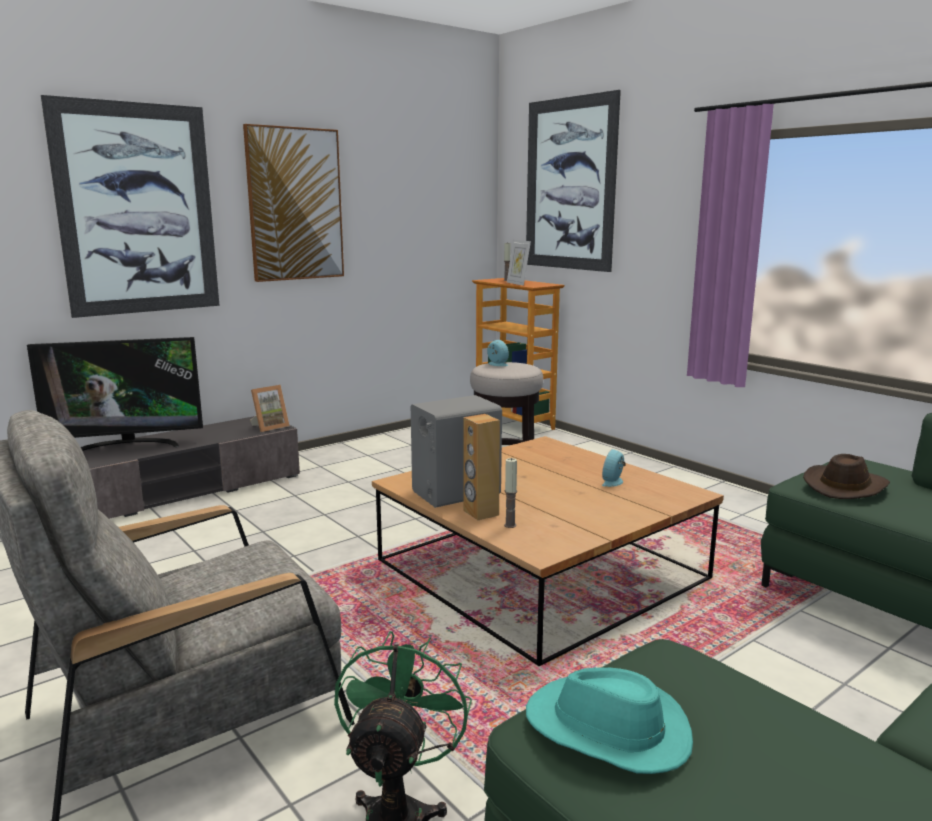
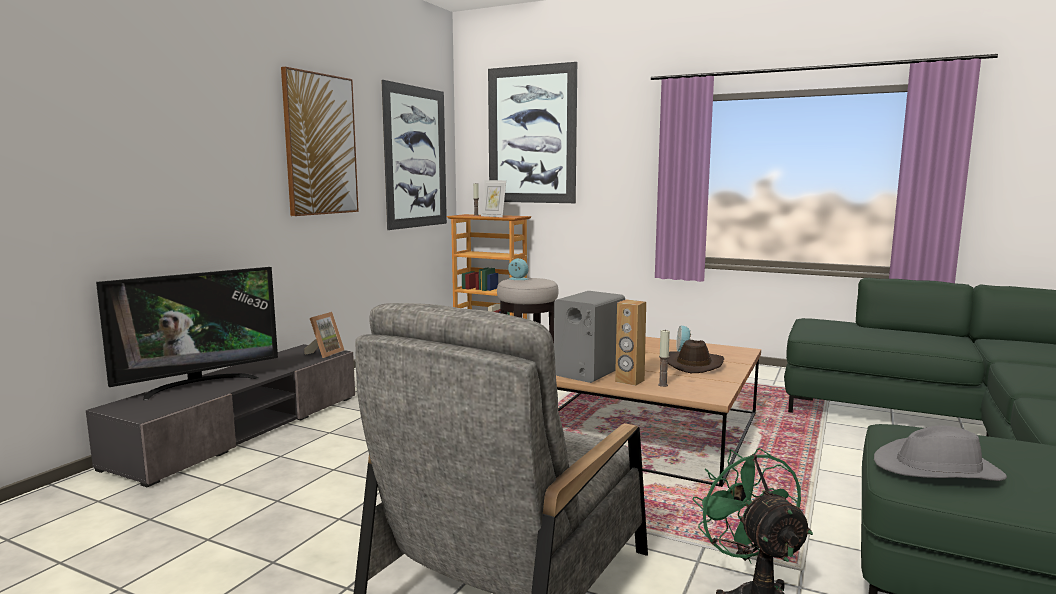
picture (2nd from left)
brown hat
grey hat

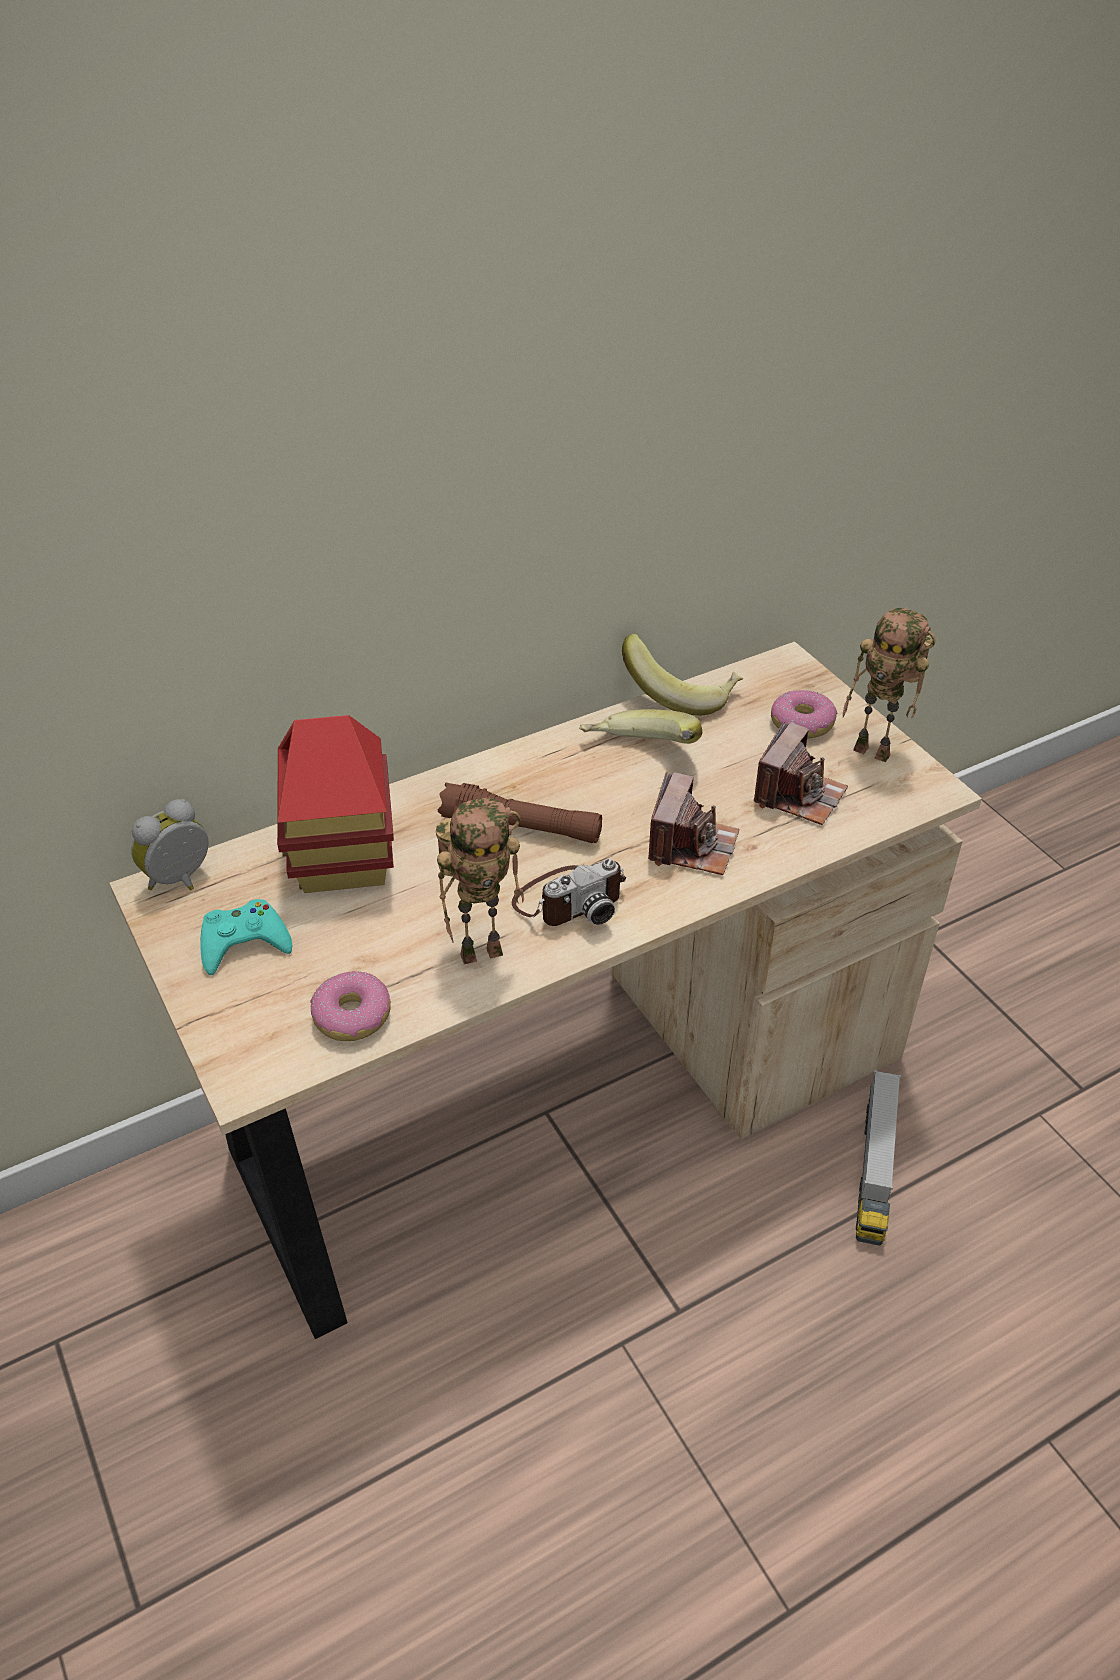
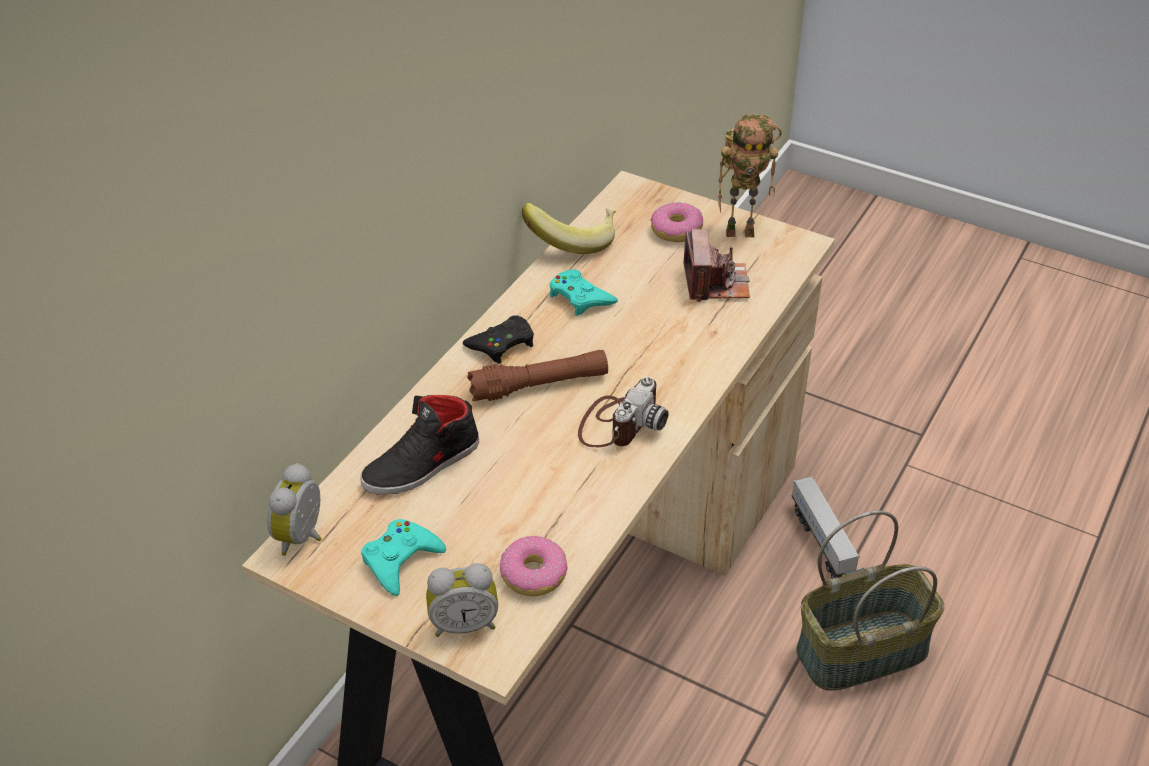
black shoe
alarm clock (2nd from left)
black game controller
turquoise game controller (2nd from left)
basket
toy robot (1st from left in the first image)
photo camera (2nd from left in the first image)

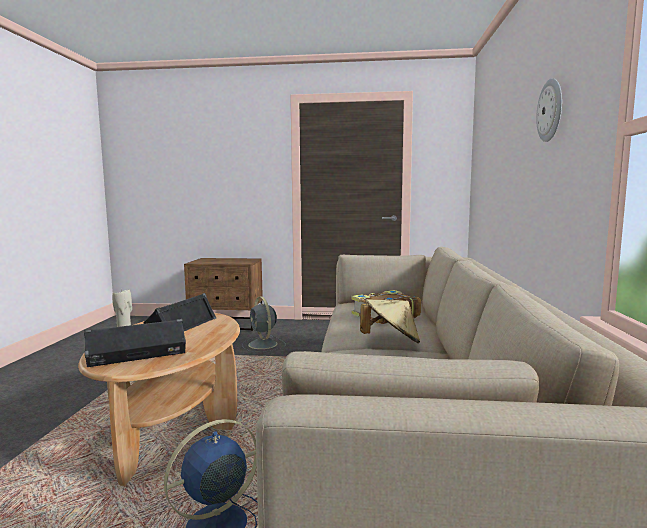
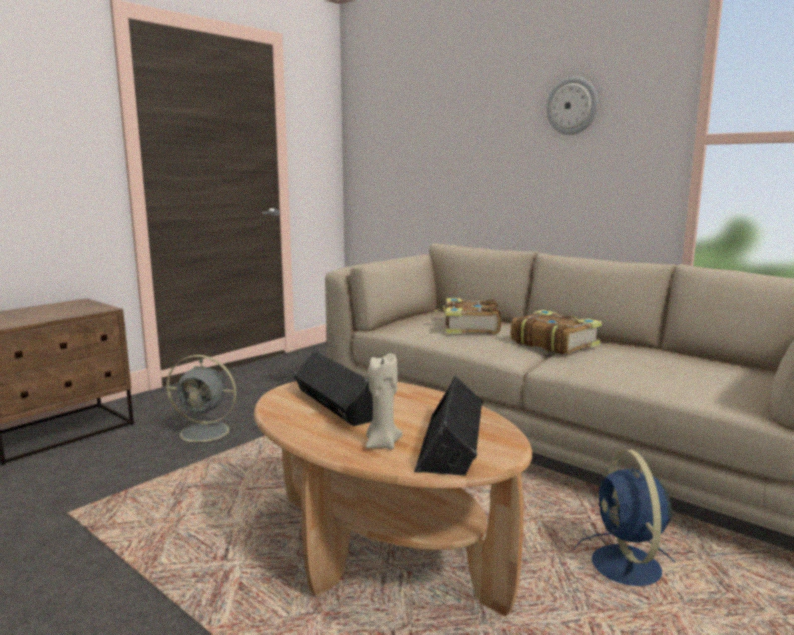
book (2nd from left)

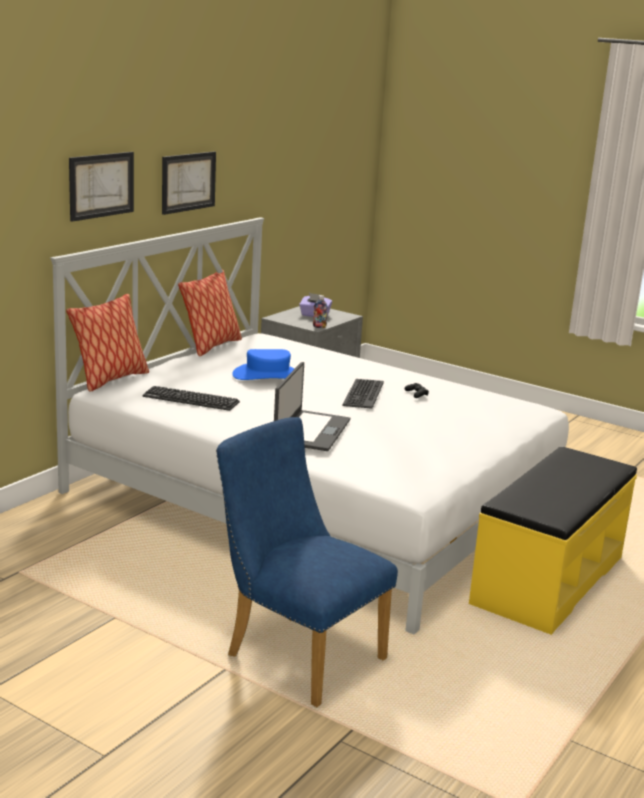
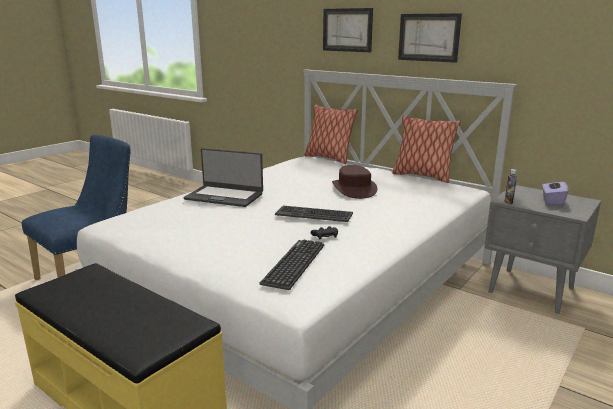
keyboard (1st from left)
brown hat

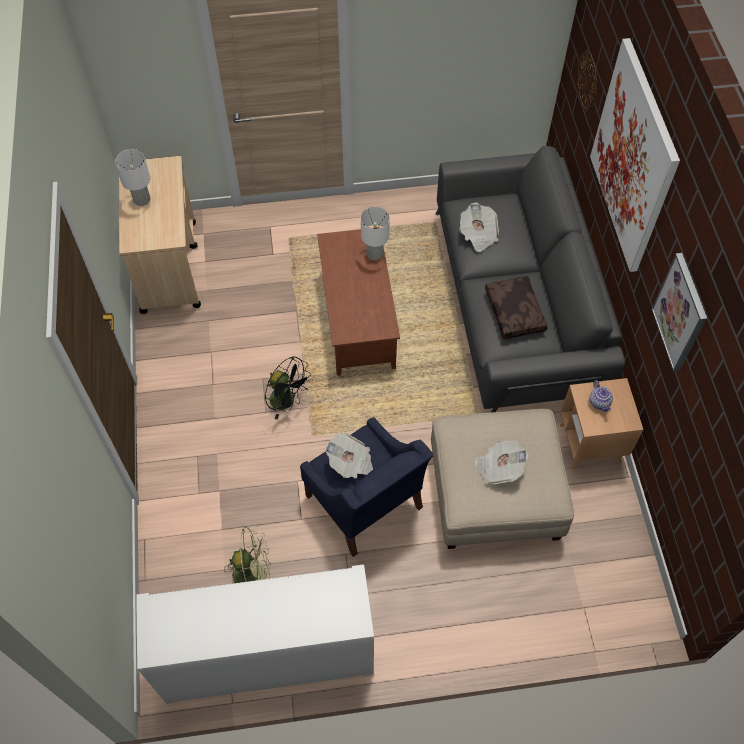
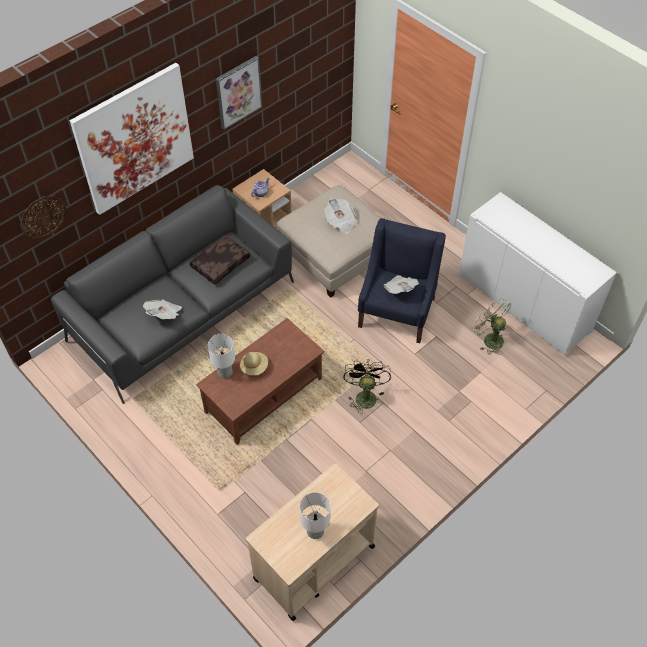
beige hat

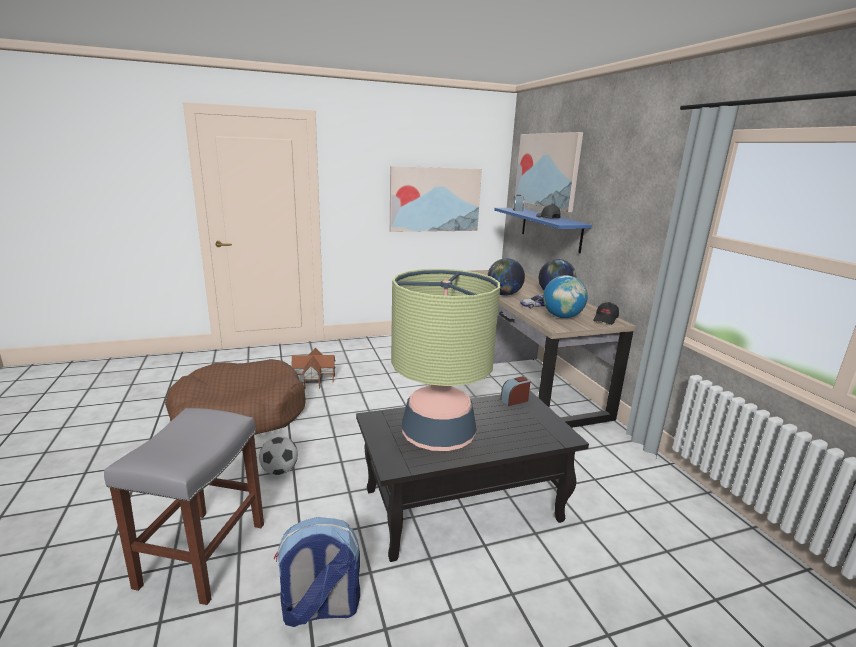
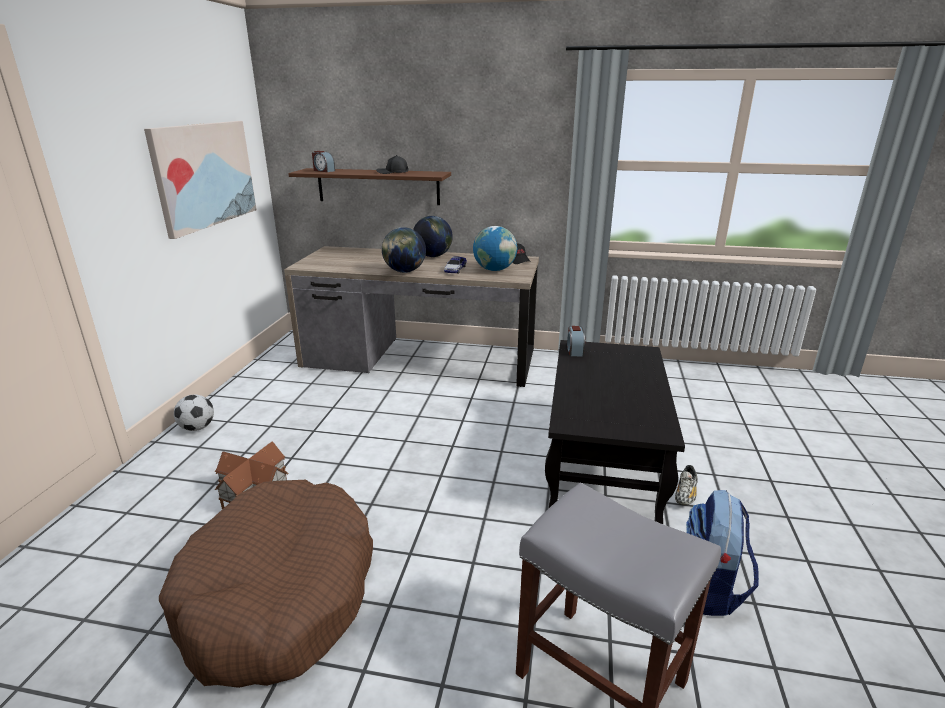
football
brown shelf
shoe
table lamp
picture (2nd from left in the first image)

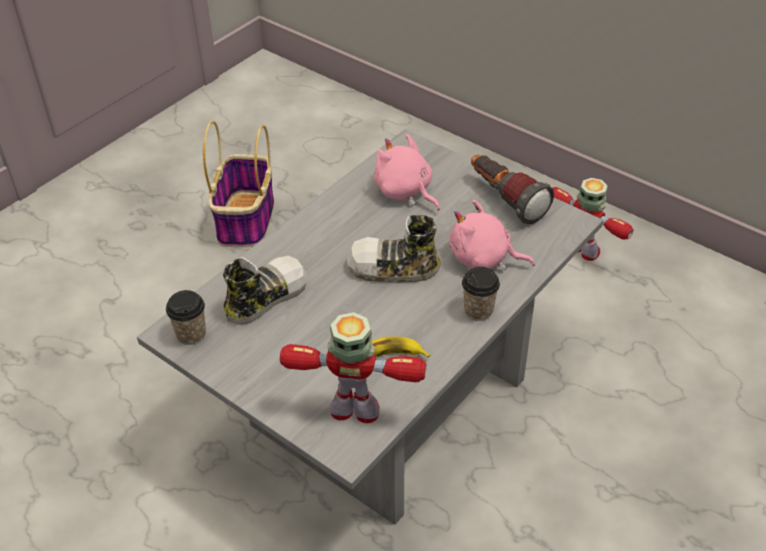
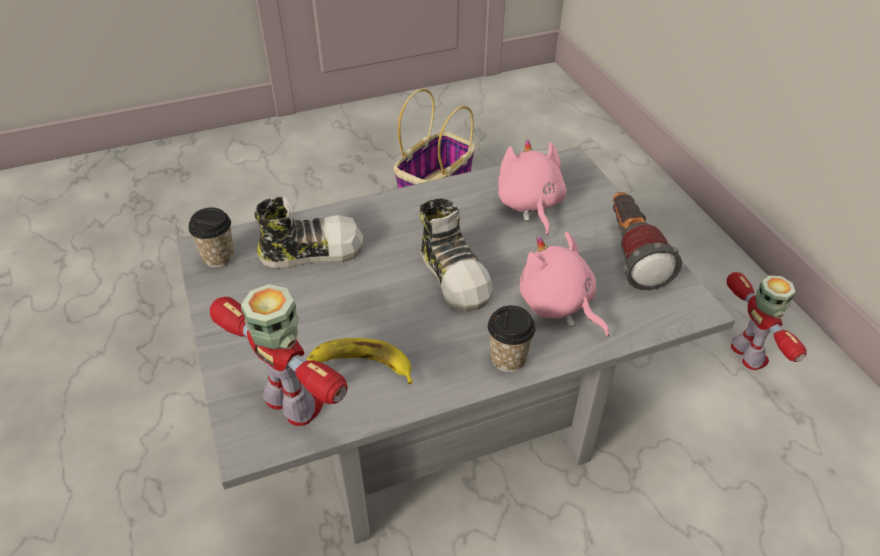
shoe (2nd from left)

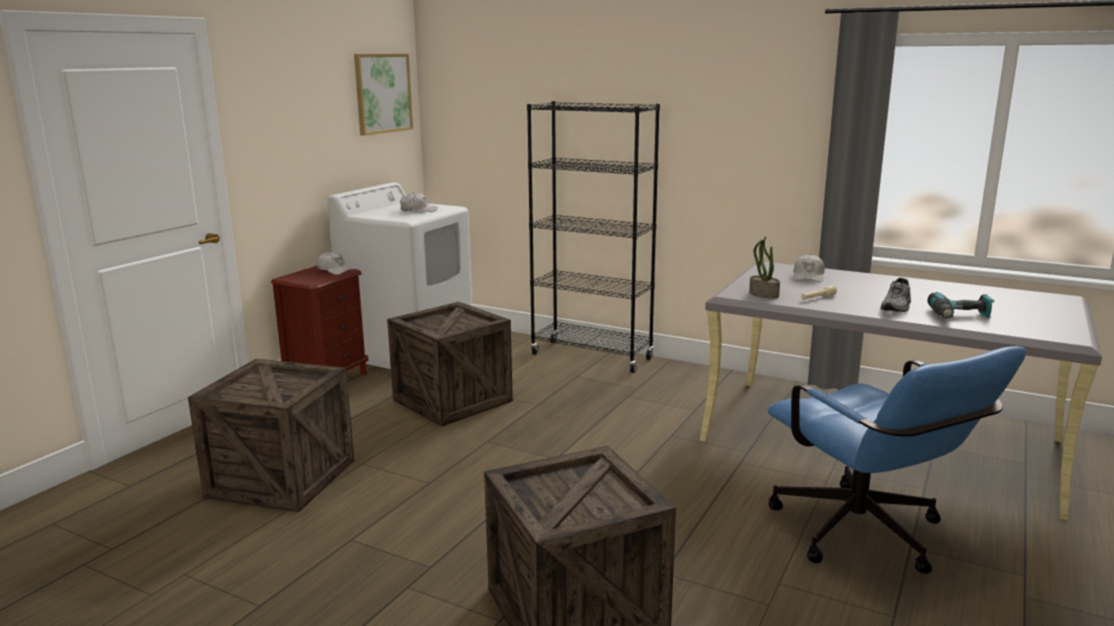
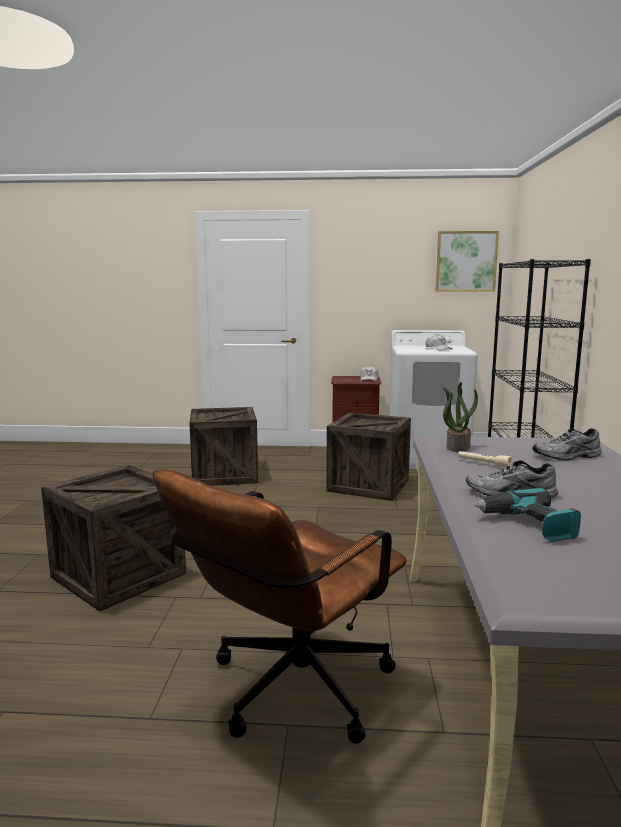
brown office chair
grey shoe (2nd from left)

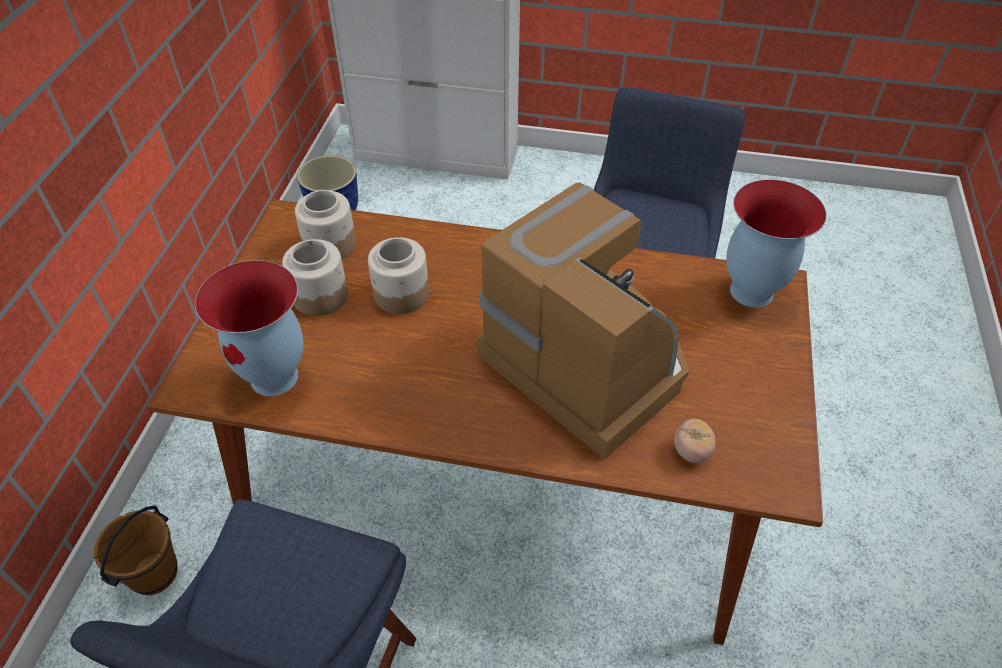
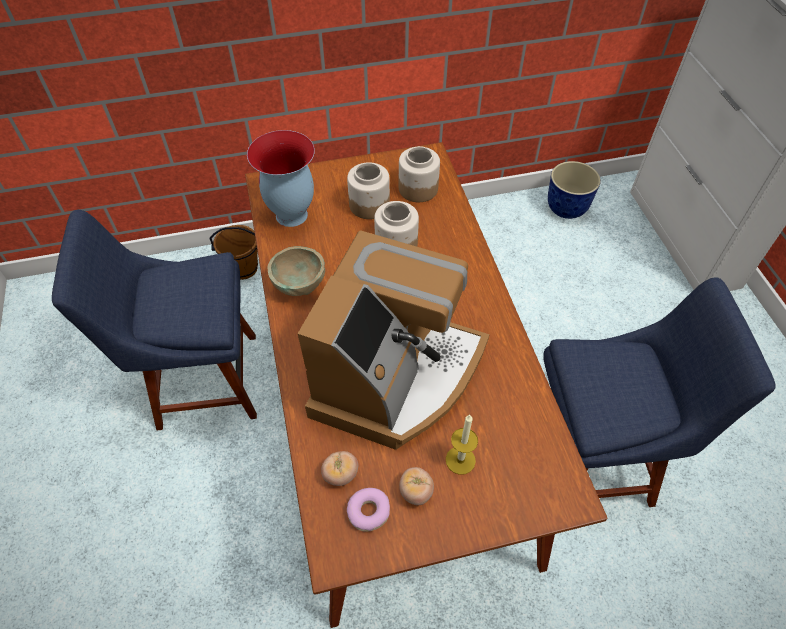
beige bowl
donut
tomato (2nd from left)
candle
vase (2nd from left in the first image)

